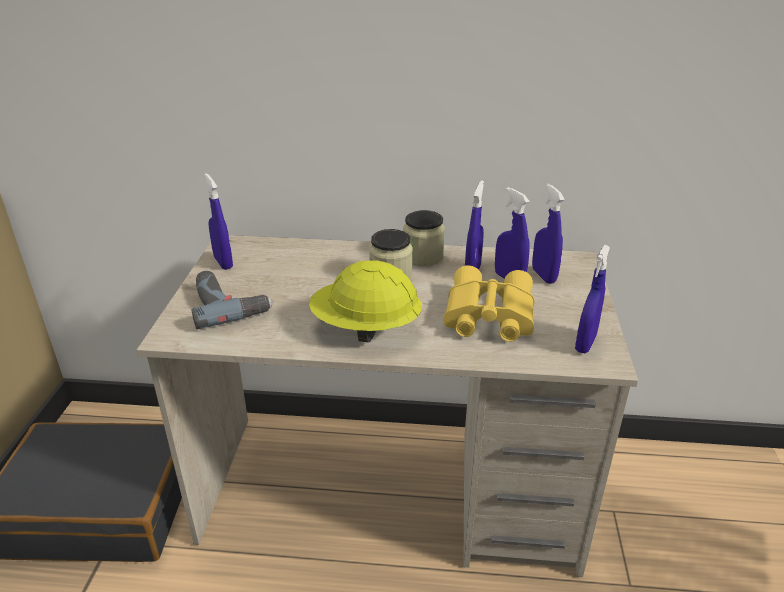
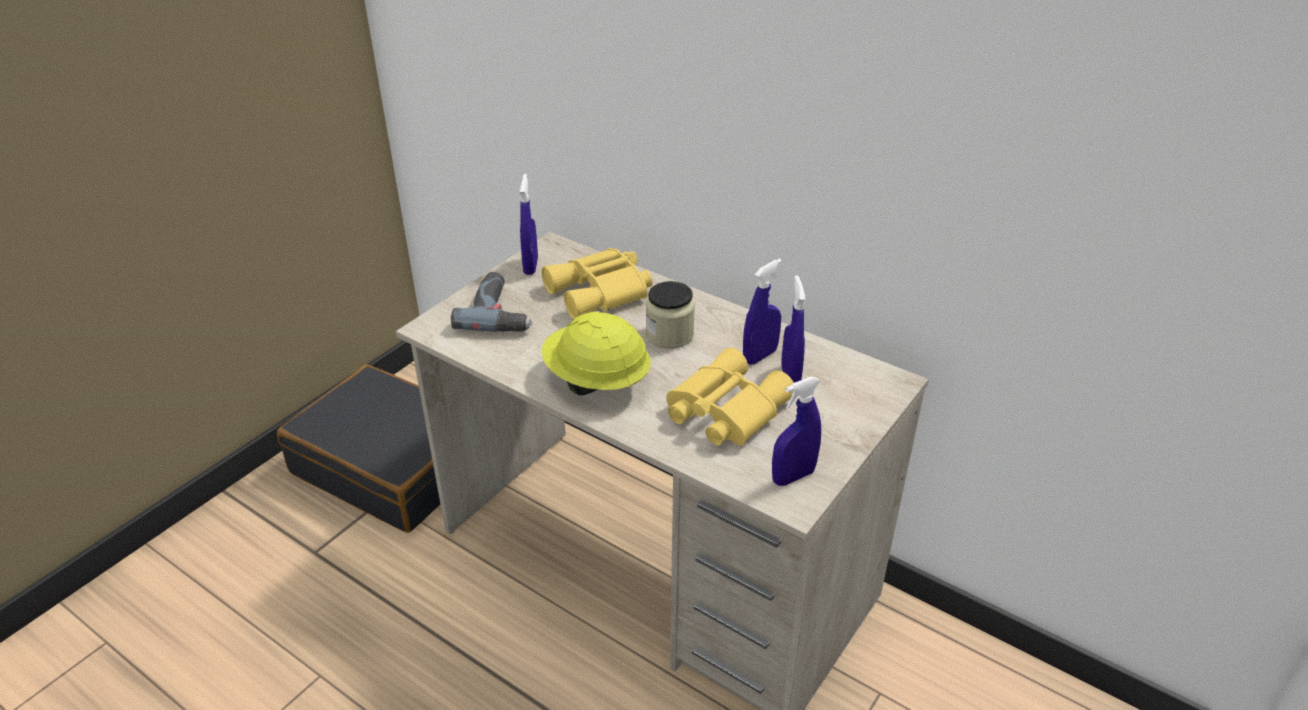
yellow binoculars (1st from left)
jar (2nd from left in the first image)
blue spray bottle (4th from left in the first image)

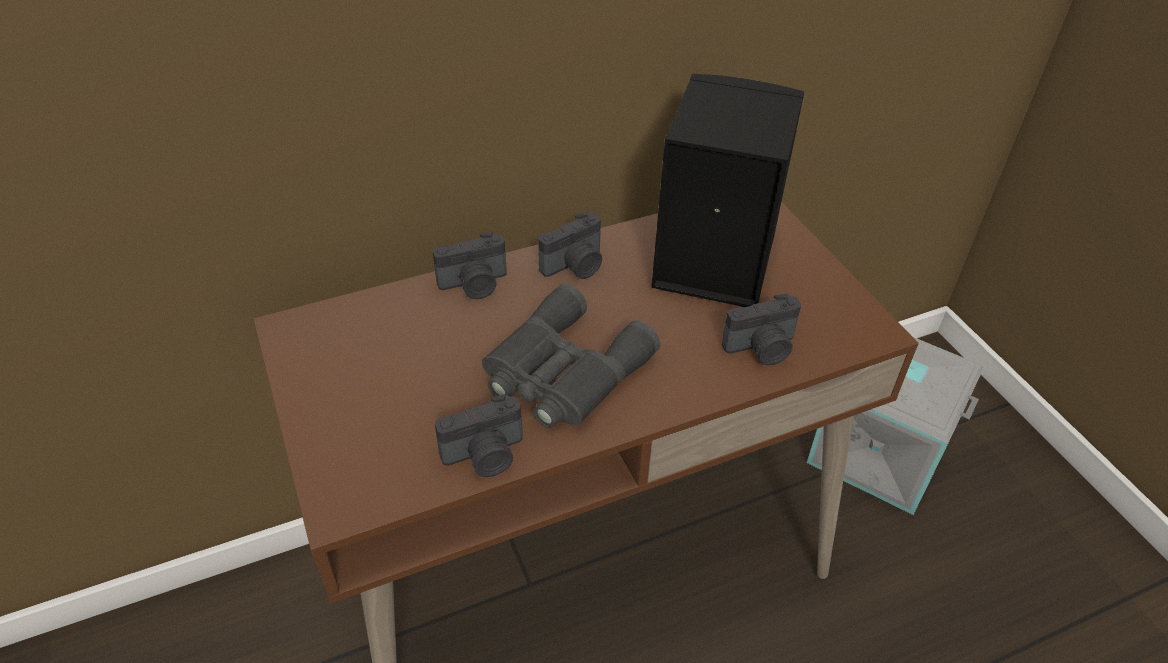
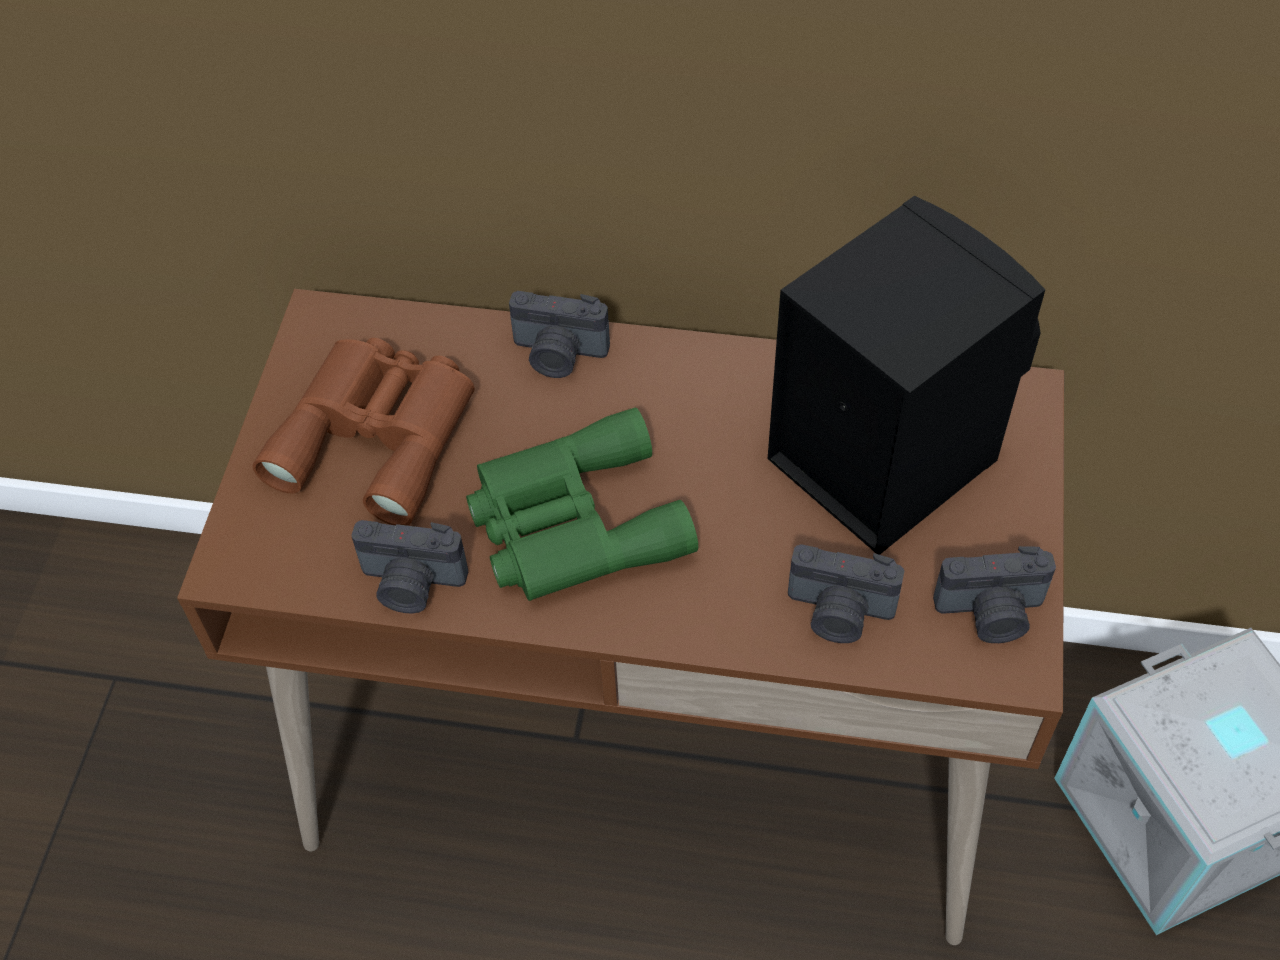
brown binoculars
green binoculars
photo camera (4th from left)

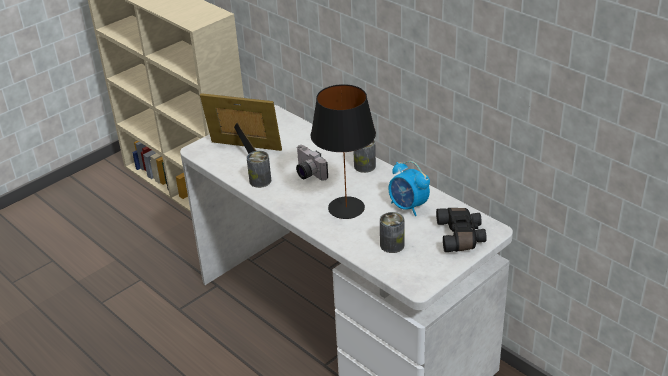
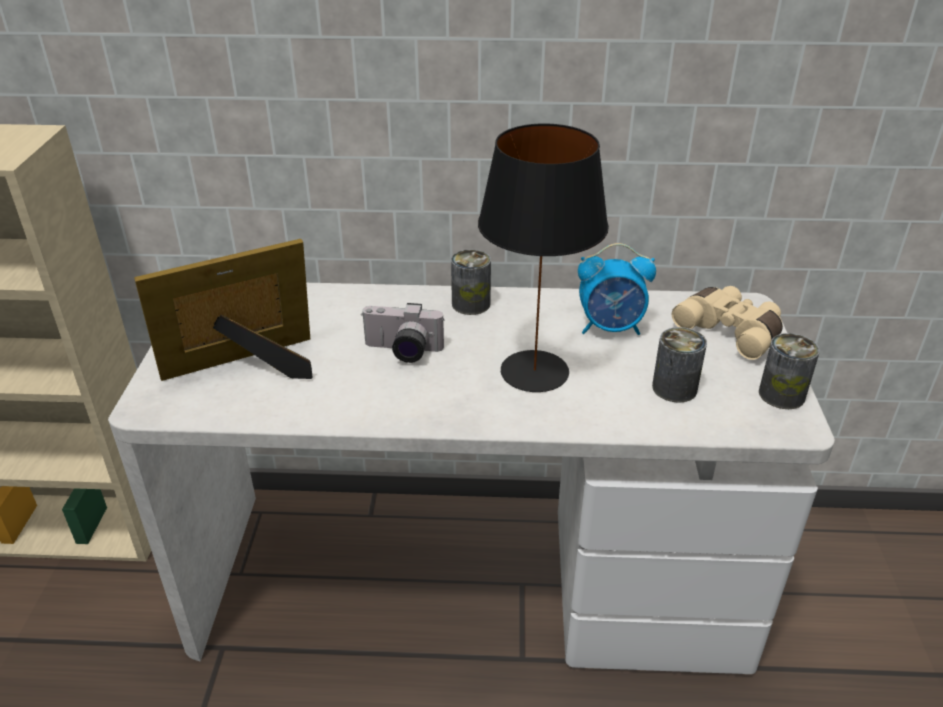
beige binoculars
can (3rd from left)

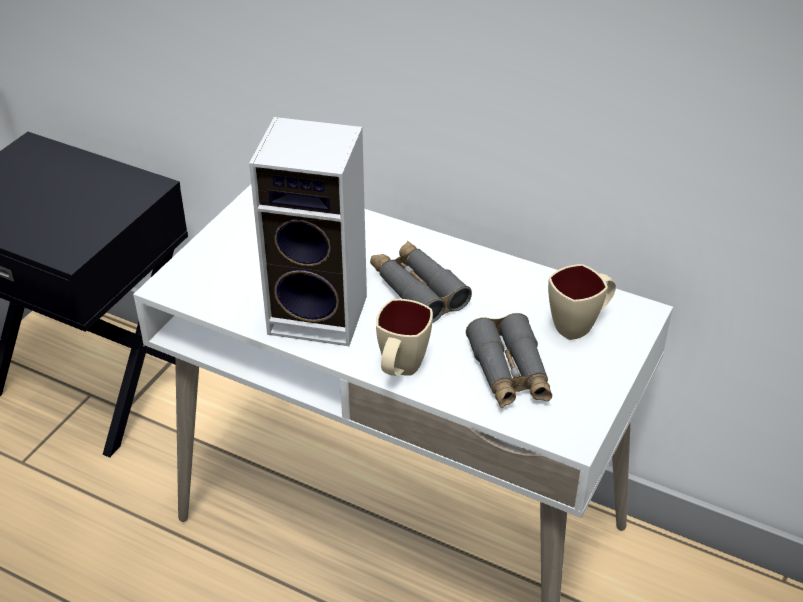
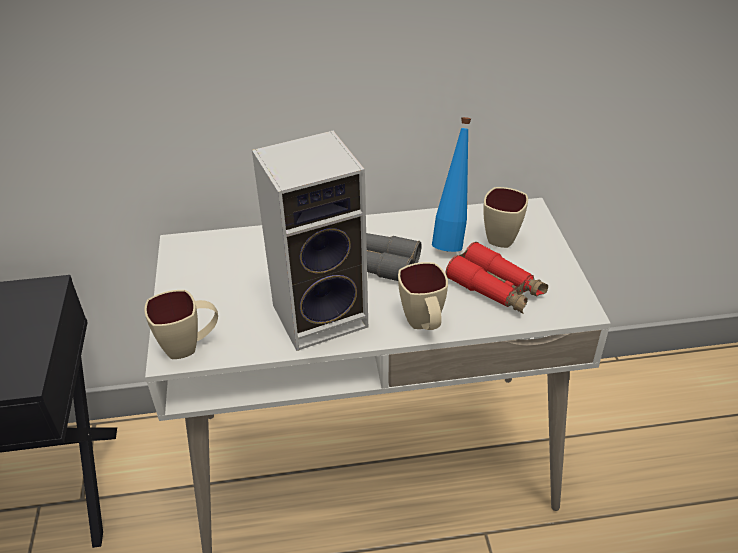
beige mug (1st from left)
blue bottle
red binoculars

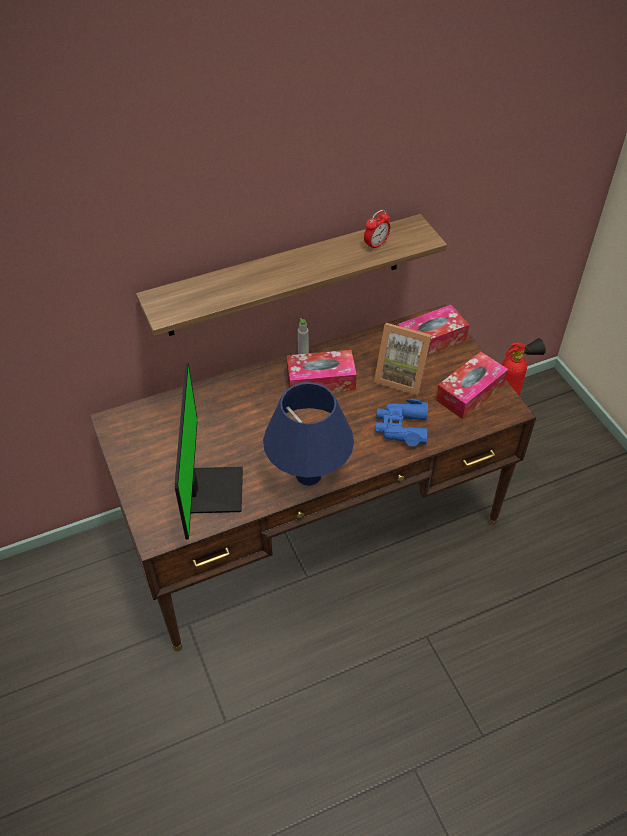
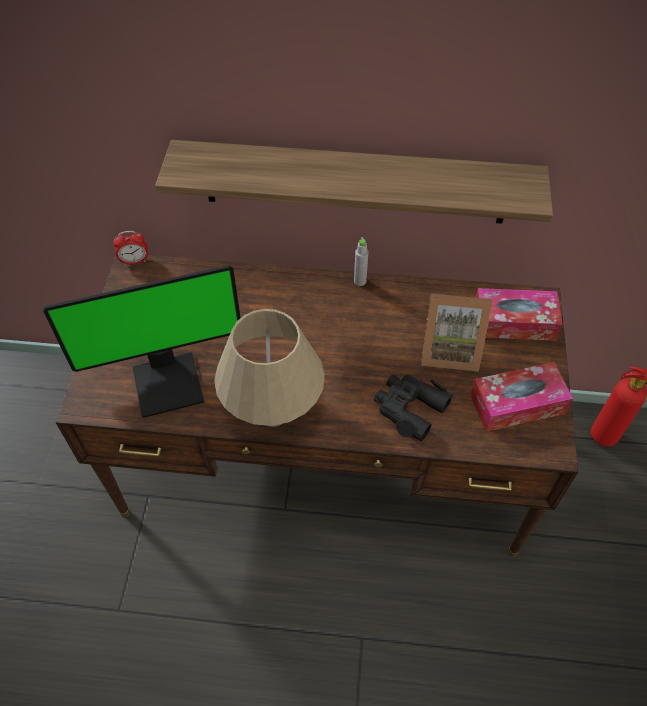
monitor
alarm clock
beige table lamp
black binoculars
picture frame
tissue box (1st from left in the first image)

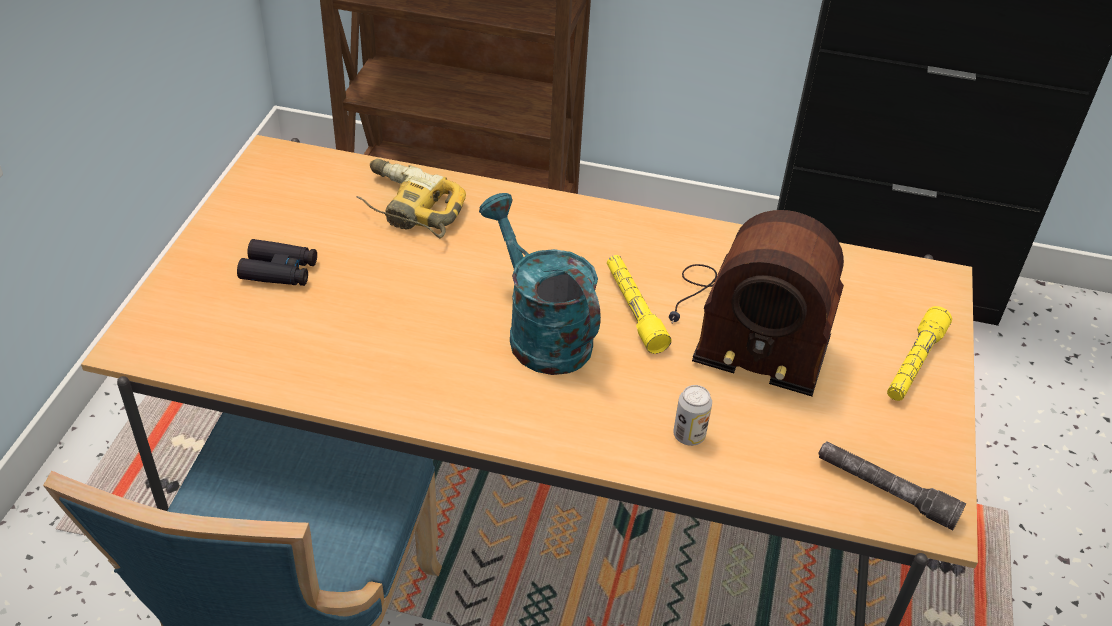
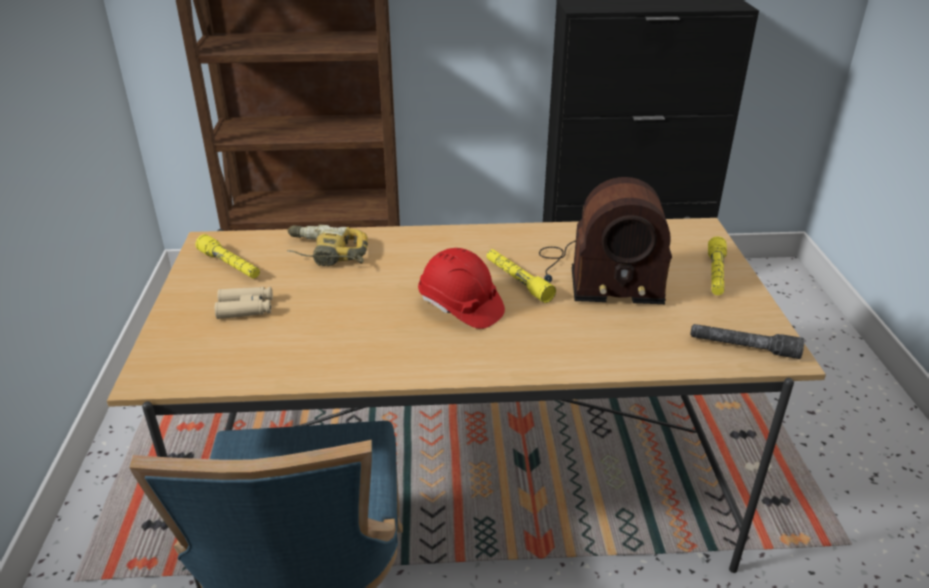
yellow flashlight (1st from left)
beige binoculars
red hard hat
can

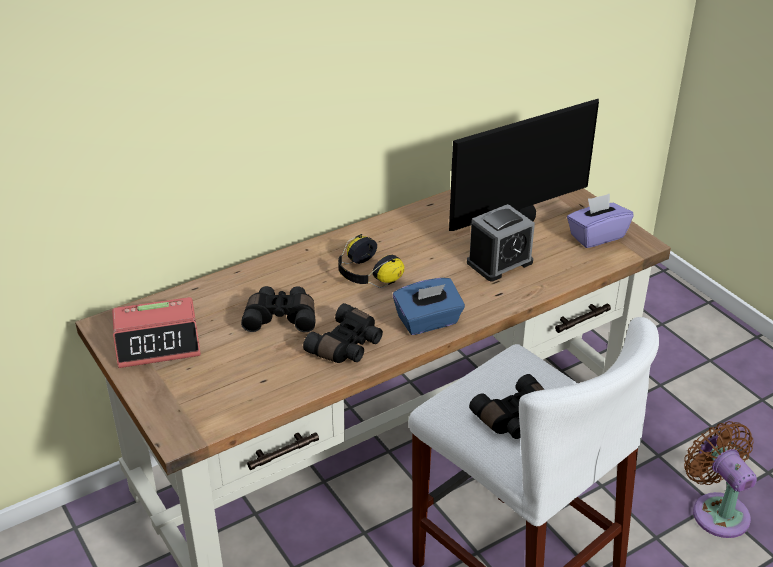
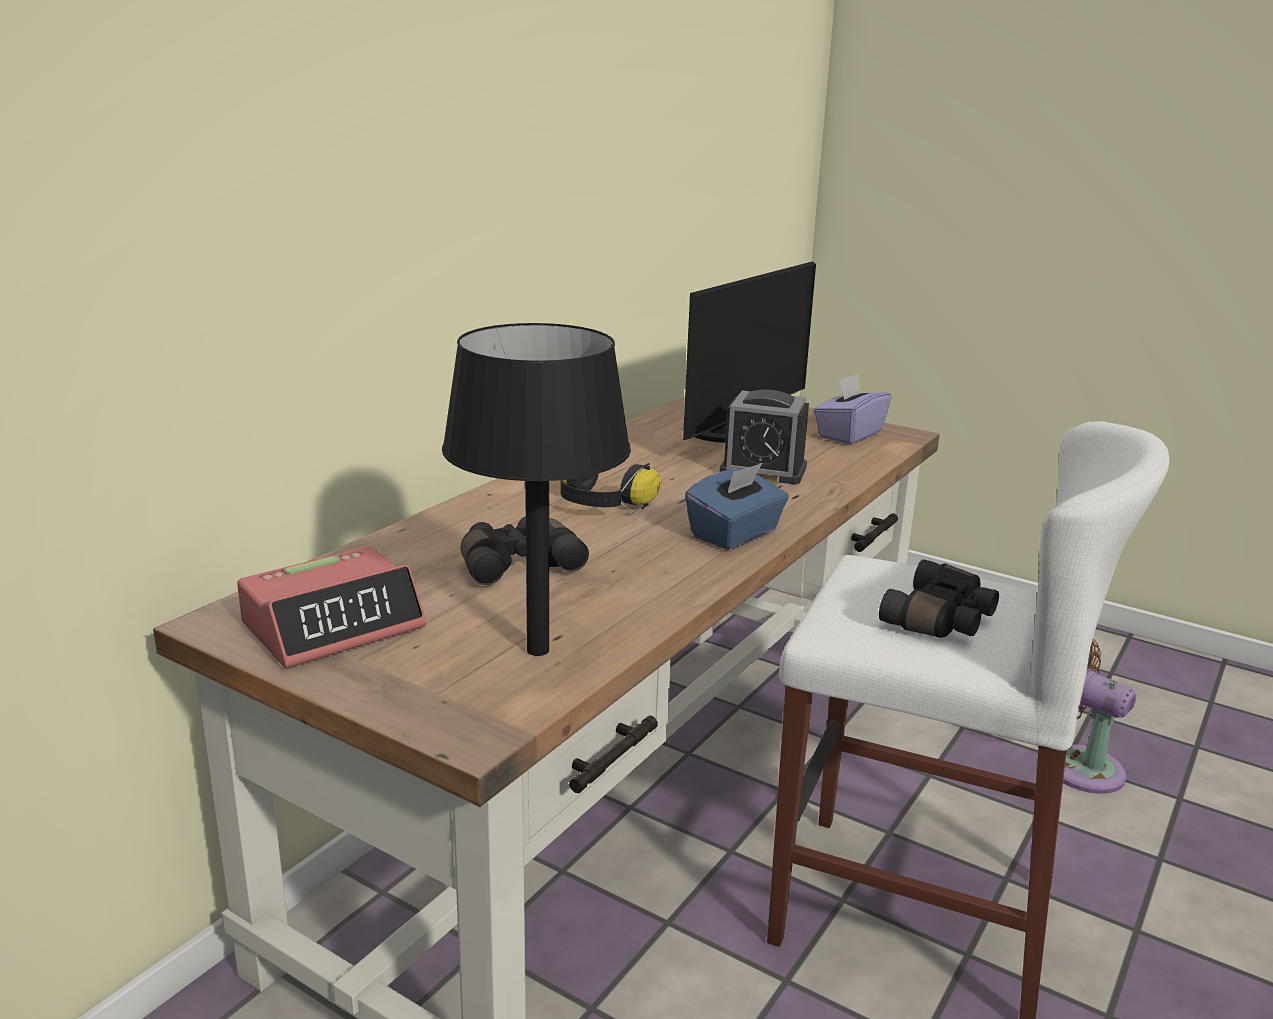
black table lamp
alarm clock (2nd from left)
black binoculars (2nd from left in the first image)

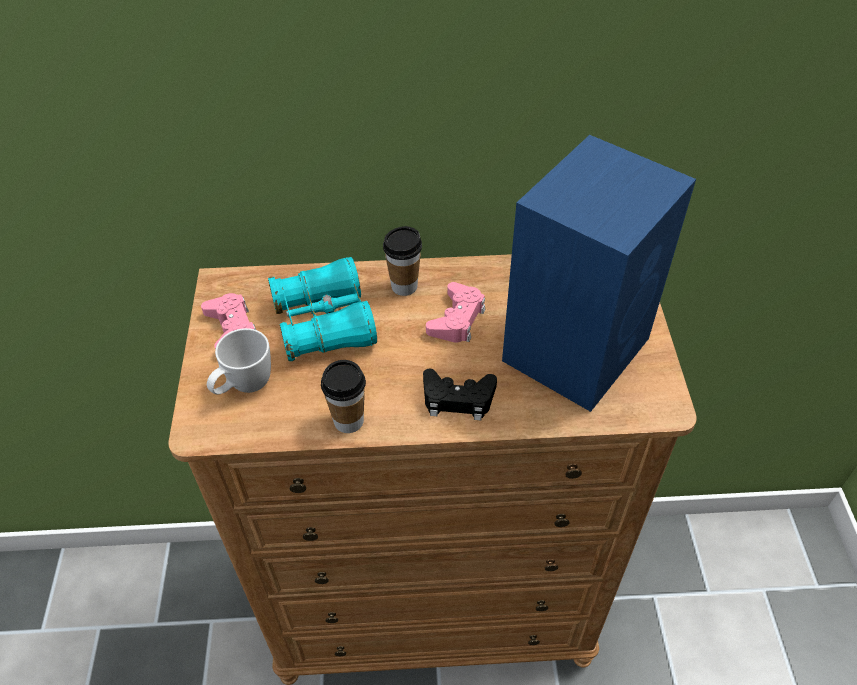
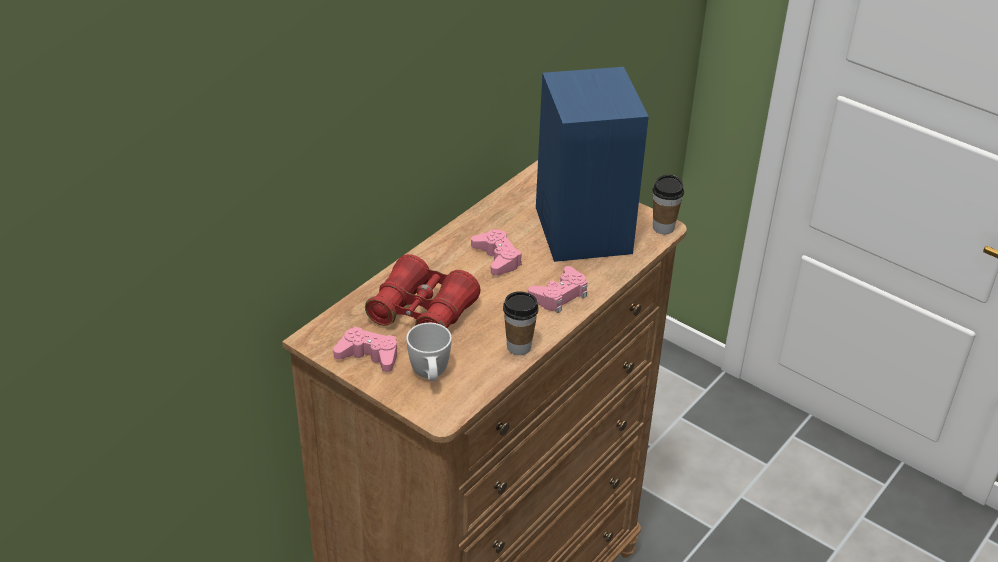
red binoculars
pink game controller (3rd from left)
cup (2nd from left)

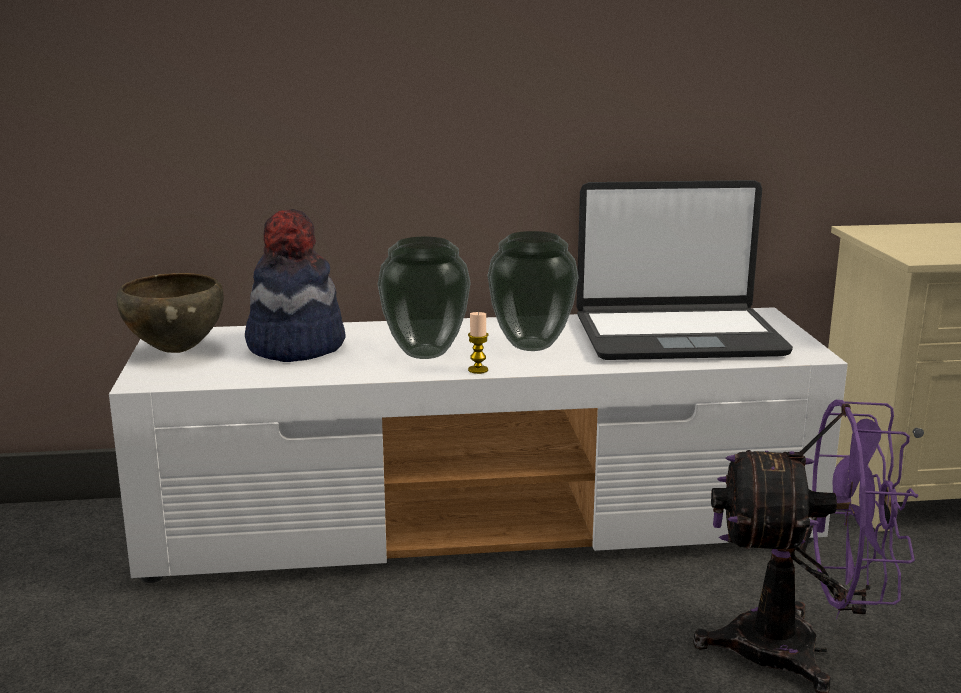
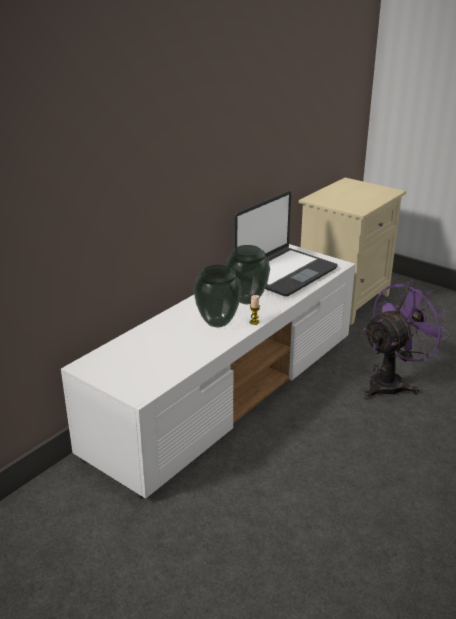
brown bowl
hat

